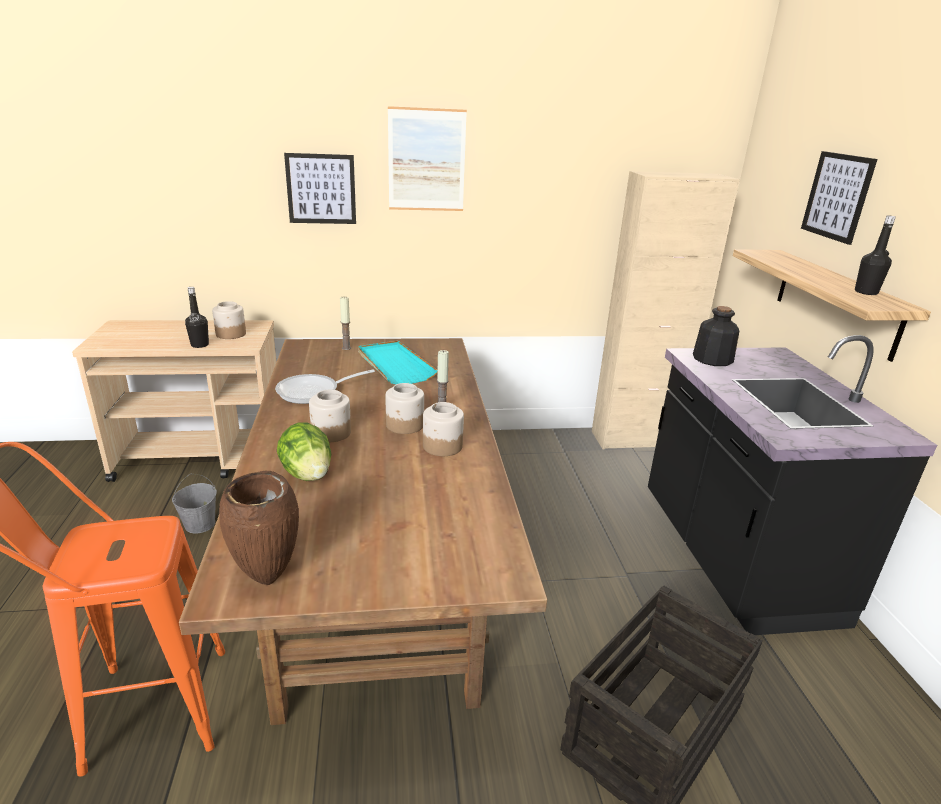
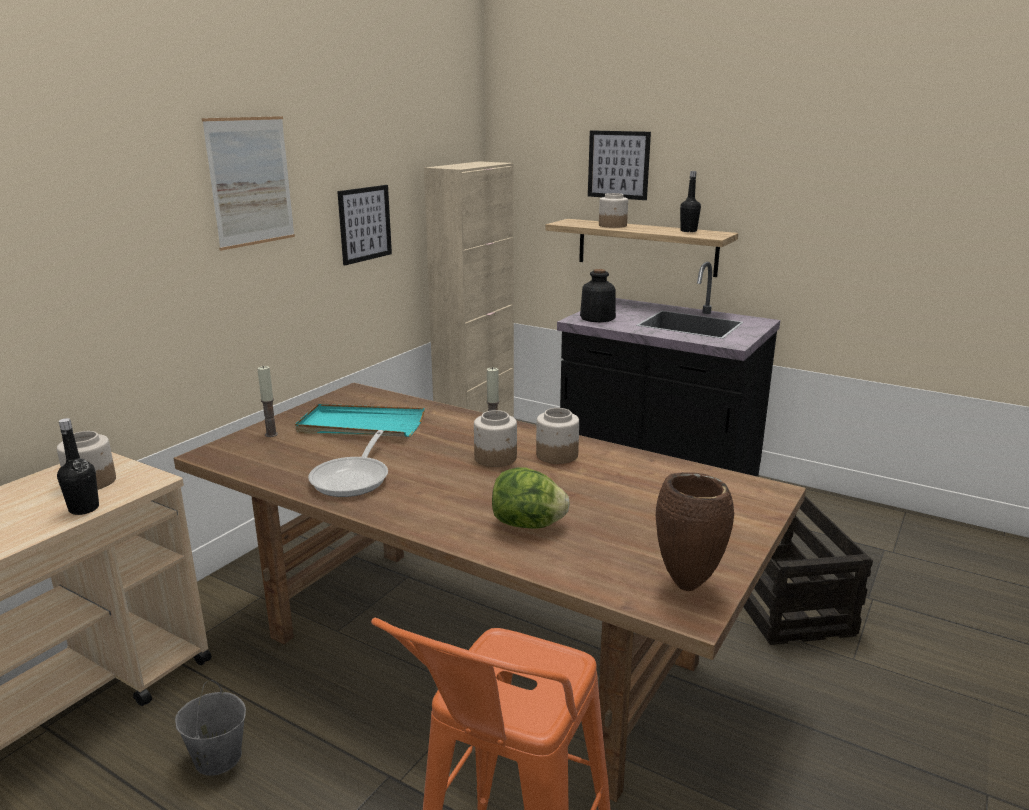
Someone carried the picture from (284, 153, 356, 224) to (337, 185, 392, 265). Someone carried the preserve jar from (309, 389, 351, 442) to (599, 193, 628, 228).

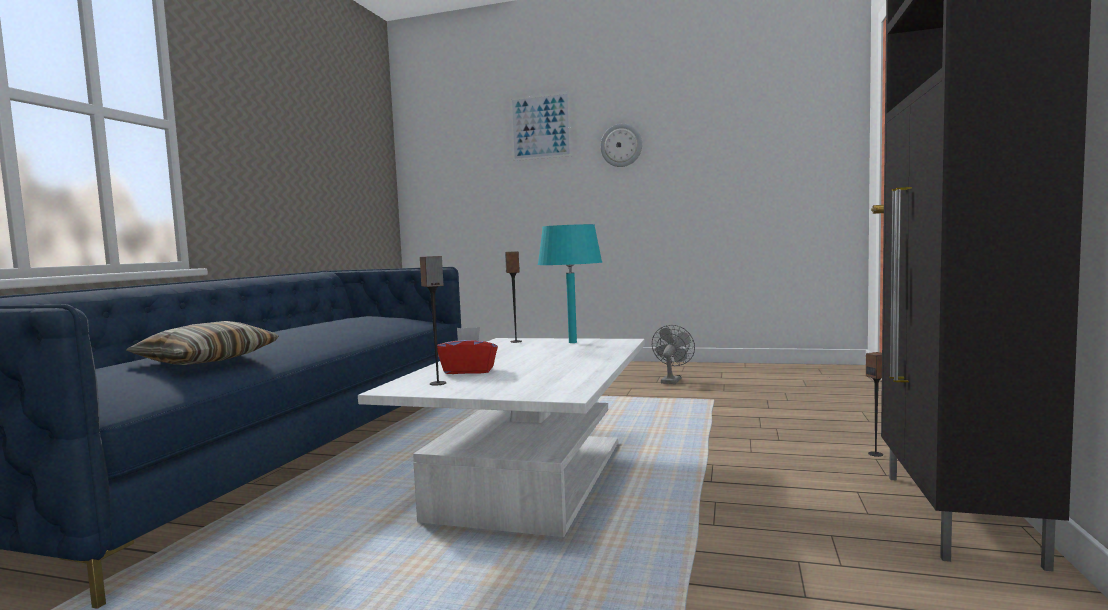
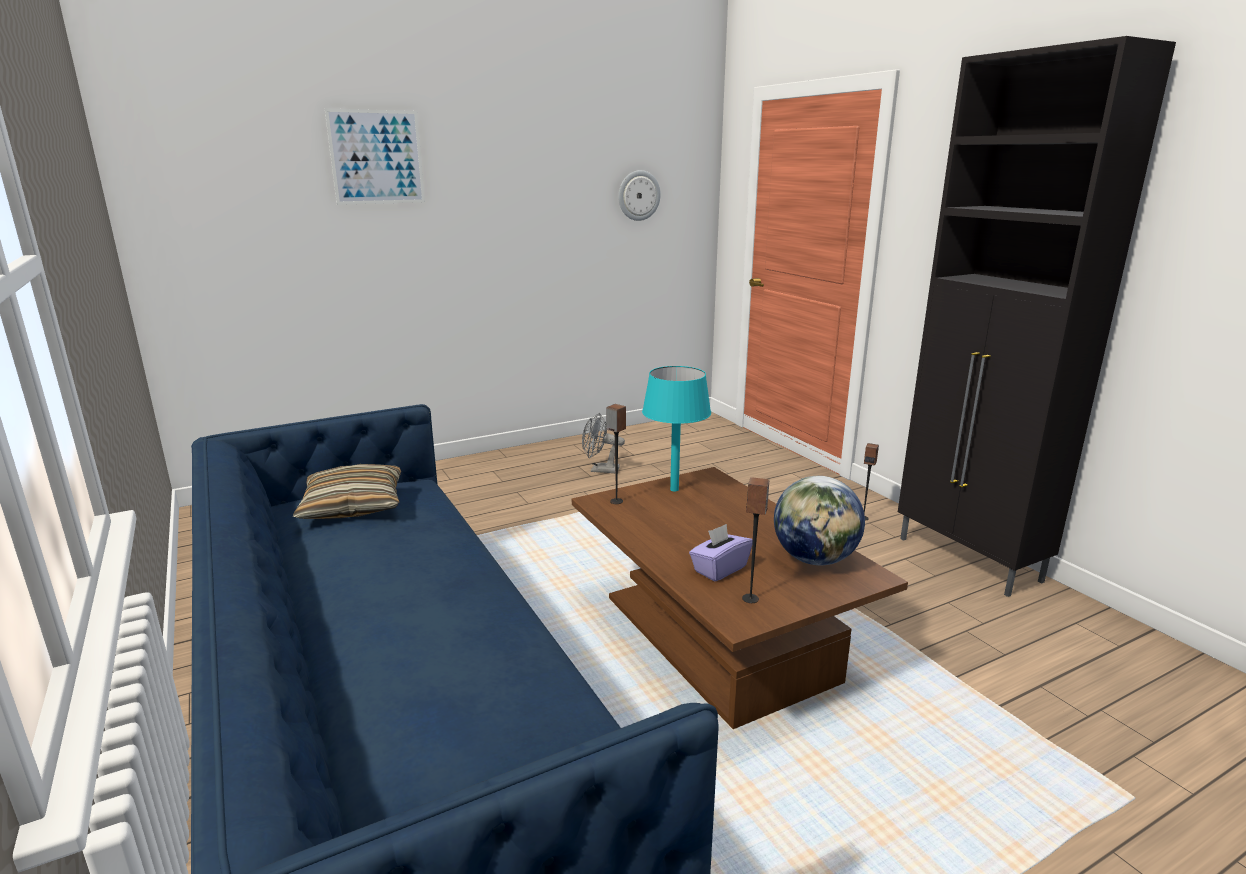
Someone carried the wall clock from (600, 124, 642, 167) to (618, 170, 661, 221). Someone carried the pillow from (126, 321, 279, 365) to (293, 464, 401, 519). Someone rotated the greyish cooling fan at (652, 325, 695, 384) by 60 degrees counterclockwise. Someone repainted the red tissue holder at (437, 327, 498, 374), which became the purple-coloured tissue holder at (689, 524, 753, 581). Someone repainted the white coffee table at (358, 338, 645, 537), which became the brown-coloured coffee table at (572, 467, 908, 729). Someone put down the desk globe at (774, 476, 865, 565).

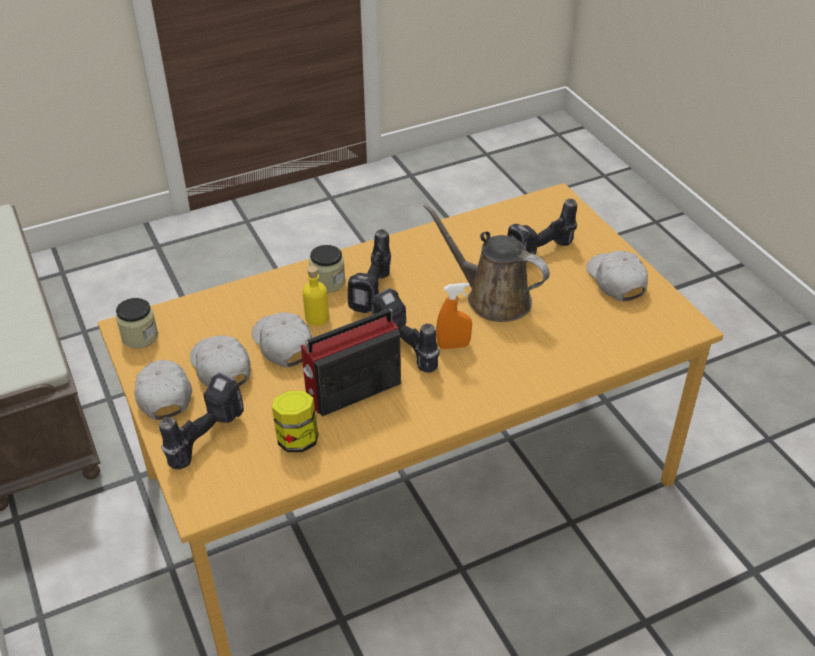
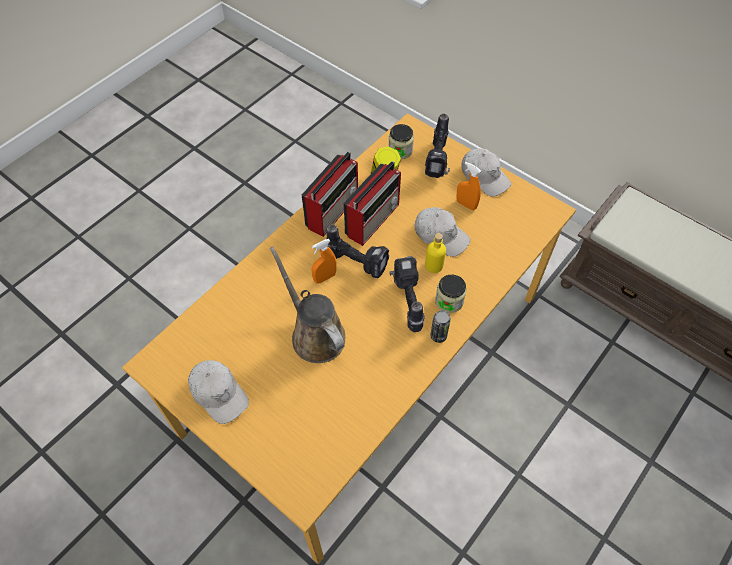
Someone took away the electric drill at (507, 199, 577, 263). Someone rotated the brown-coloured watering pot at (423, 203, 550, 322) by 135 degrees counterclockwise. Someone carried the preserve jar from (116, 298, 158, 349) to (389, 124, 414, 159). Someone swapped the white cap at (190, 335, 251, 387) for the orangey spray bottle at (456, 162, 481, 210). Someone put down the radio set at (302, 151, 358, 237). Someone put down the metal can at (430, 310, 451, 343).

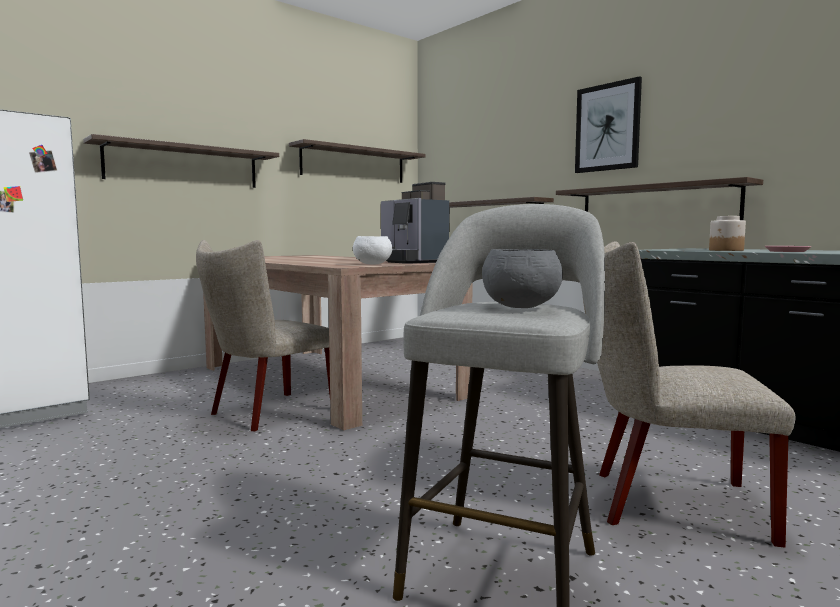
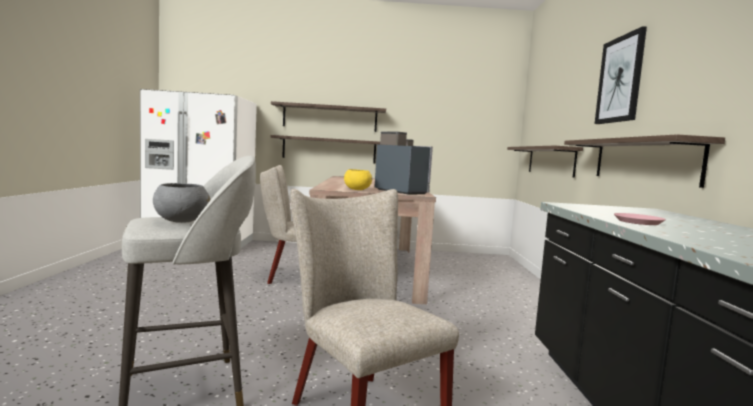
Someone carried the bracket shelf from (289, 139, 426, 183) to (270, 135, 380, 163). Someone rotated the coffee machine at (381, 182, 449, 264) by 135 degrees clockwise. Someone took away the preserve jar at (709, 216, 746, 251). Someone repainted the white serving bowl at (353, 236, 392, 264), which became the yellow-coloured serving bowl at (344, 169, 372, 190).

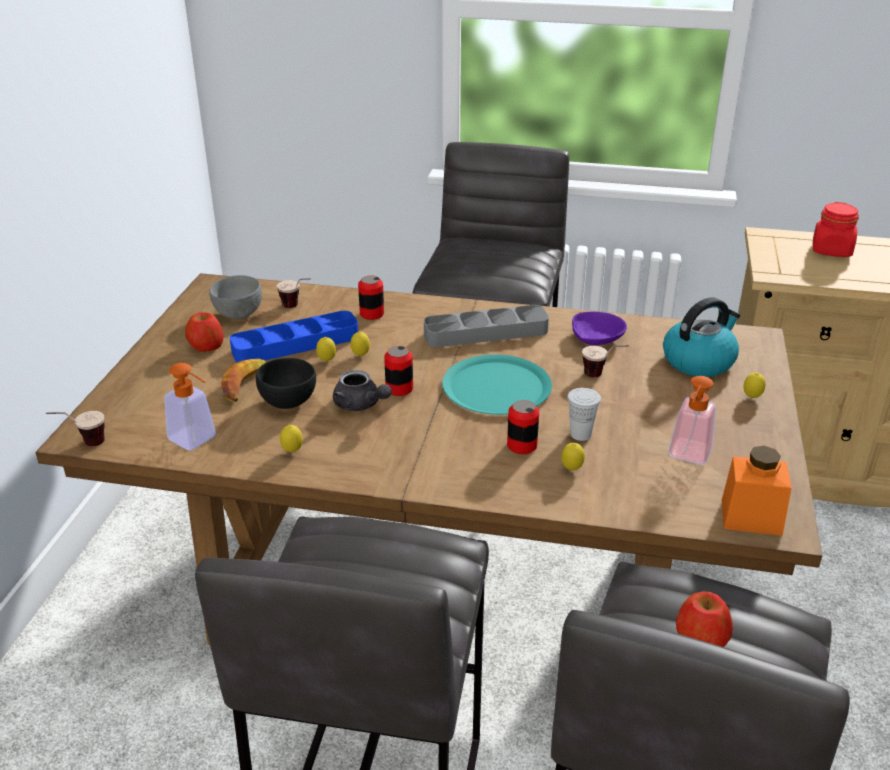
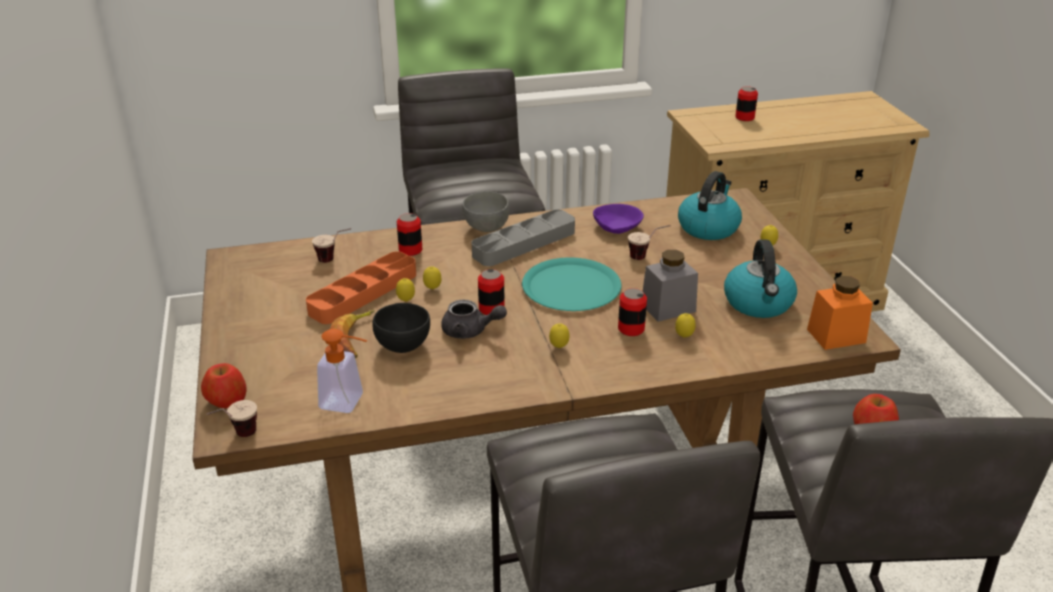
Someone swapped the red preserve jar at (813, 202, 859, 257) for the metal can at (735, 86, 758, 121). Someone carried the greyish serving bowl from (210, 275, 262, 319) to (462, 192, 510, 232). Someone repainted the blue-coloured tray at (230, 311, 358, 363), which became the orangey tray at (306, 251, 416, 324). Someone carried the whole apple from (185, 312, 224, 352) to (201, 363, 247, 408). Someone swapped the liquid soap bottle at (669, 376, 716, 464) for the kettle at (724, 239, 797, 318). Someone swapped the white cup at (567, 388, 601, 441) for the greyish preserve jar at (643, 250, 698, 322). Someone carried the citrus fruit from (280, 425, 303, 452) to (549, 323, 570, 348).

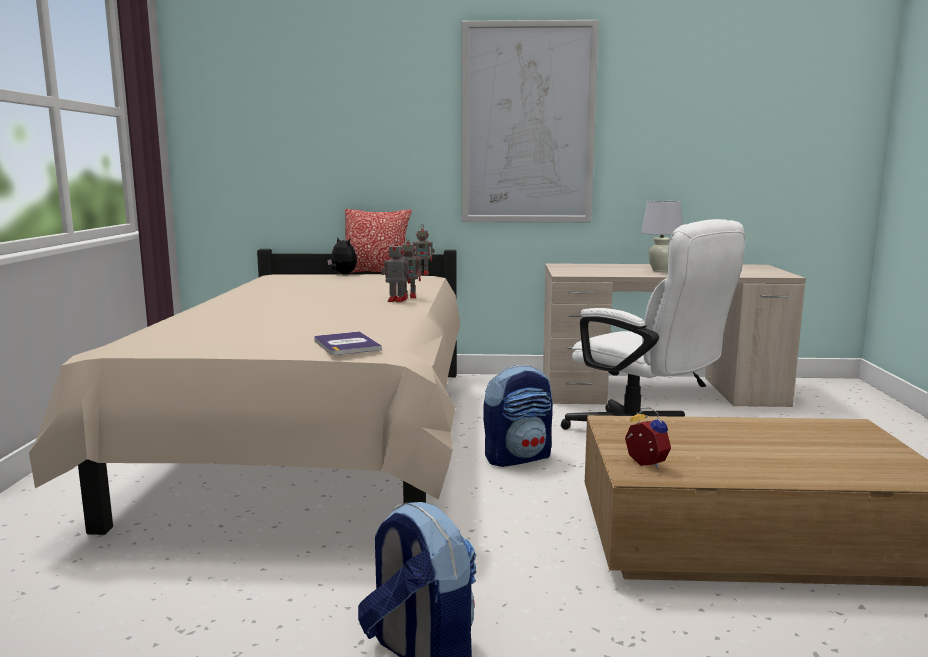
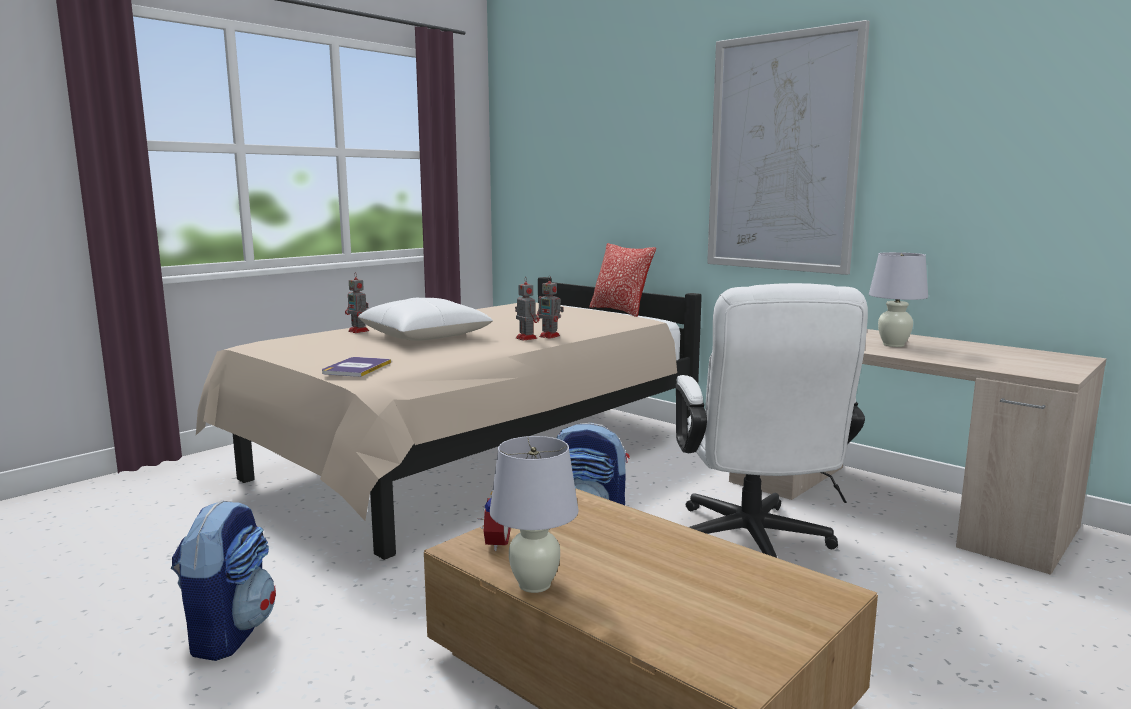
Someone carried the toy robot from (412, 224, 435, 275) to (345, 272, 369, 333). Someone took away the cuddly toy at (327, 238, 357, 274). Someone put down the white pillow at (358, 298, 493, 341). Someone put down the white lamp for a table at (490, 436, 579, 593).

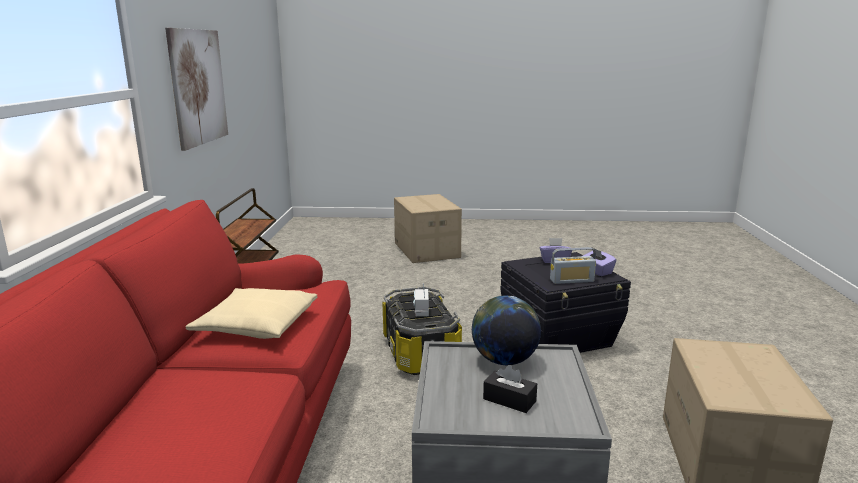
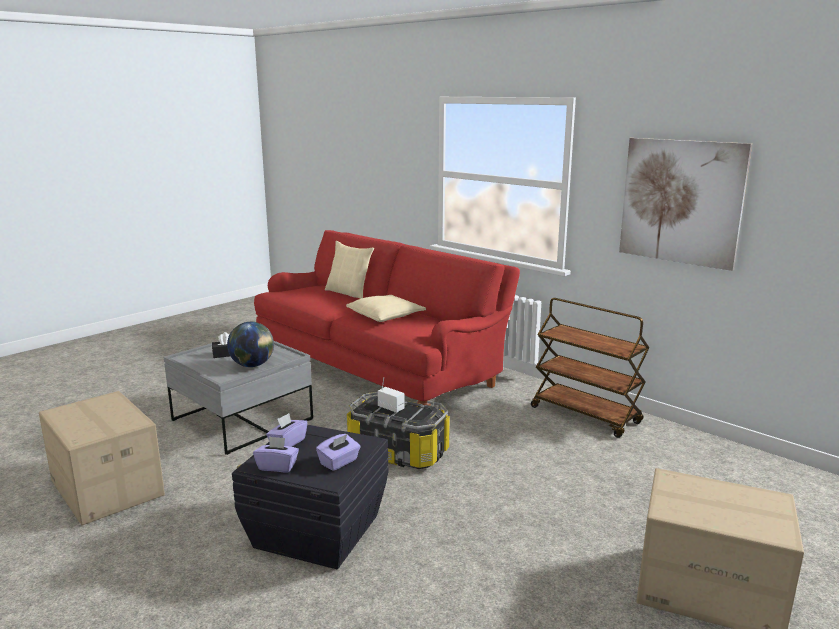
Someone swapped the radio set at (550, 247, 596, 284) for the purple-coloured tissue holder at (266, 413, 307, 447). Someone put down the beige pillow at (325, 241, 374, 299).

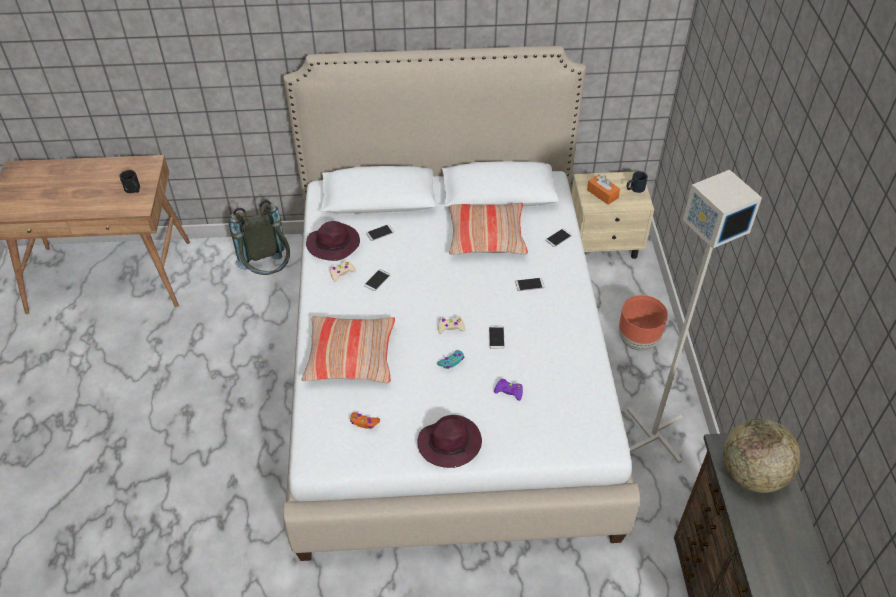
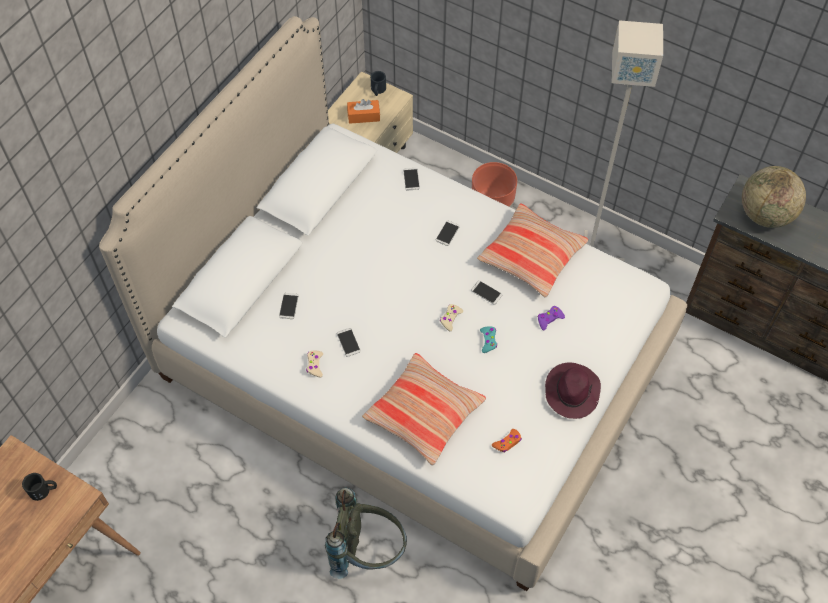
Someone carried the greyish knapsack from (229, 200, 290, 275) to (325, 488, 407, 579). Someone carried the pillow from (449, 203, 528, 255) to (477, 203, 588, 298). Someone took away the purple-coloured clothing hat at (306, 221, 360, 261).

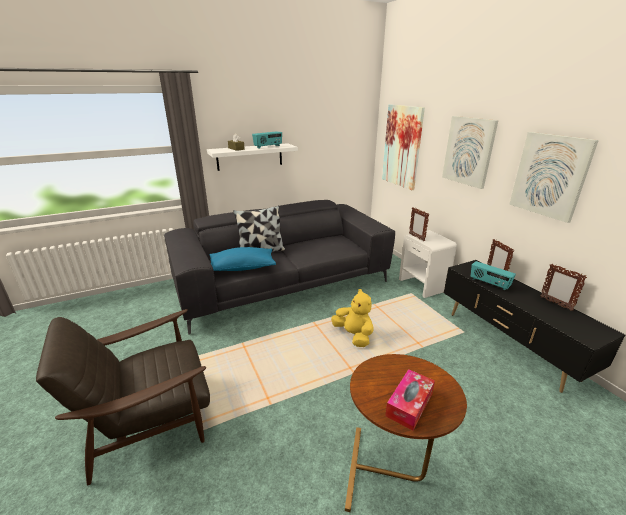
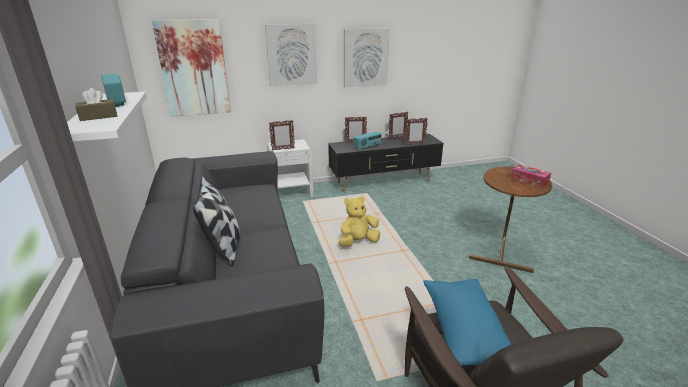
Someone carried the blue-coloured pillow from (210, 247, 276, 271) to (423, 279, 511, 366). Someone put down the picture frame at (405, 117, 428, 145).

